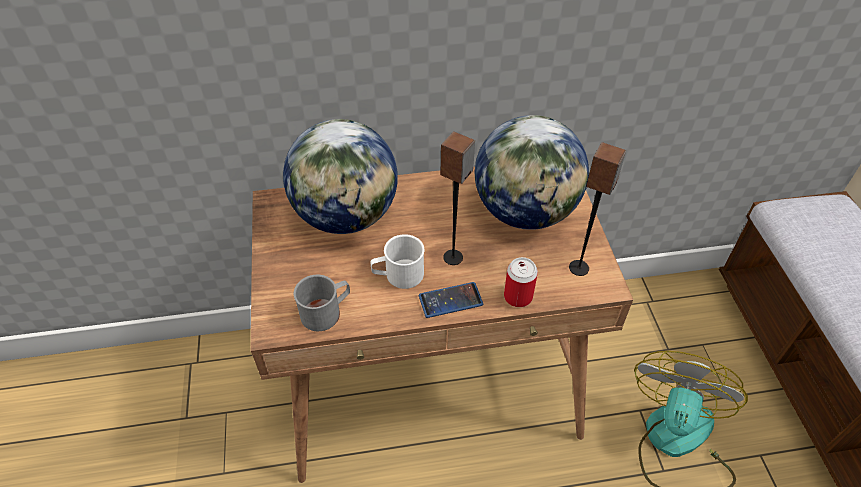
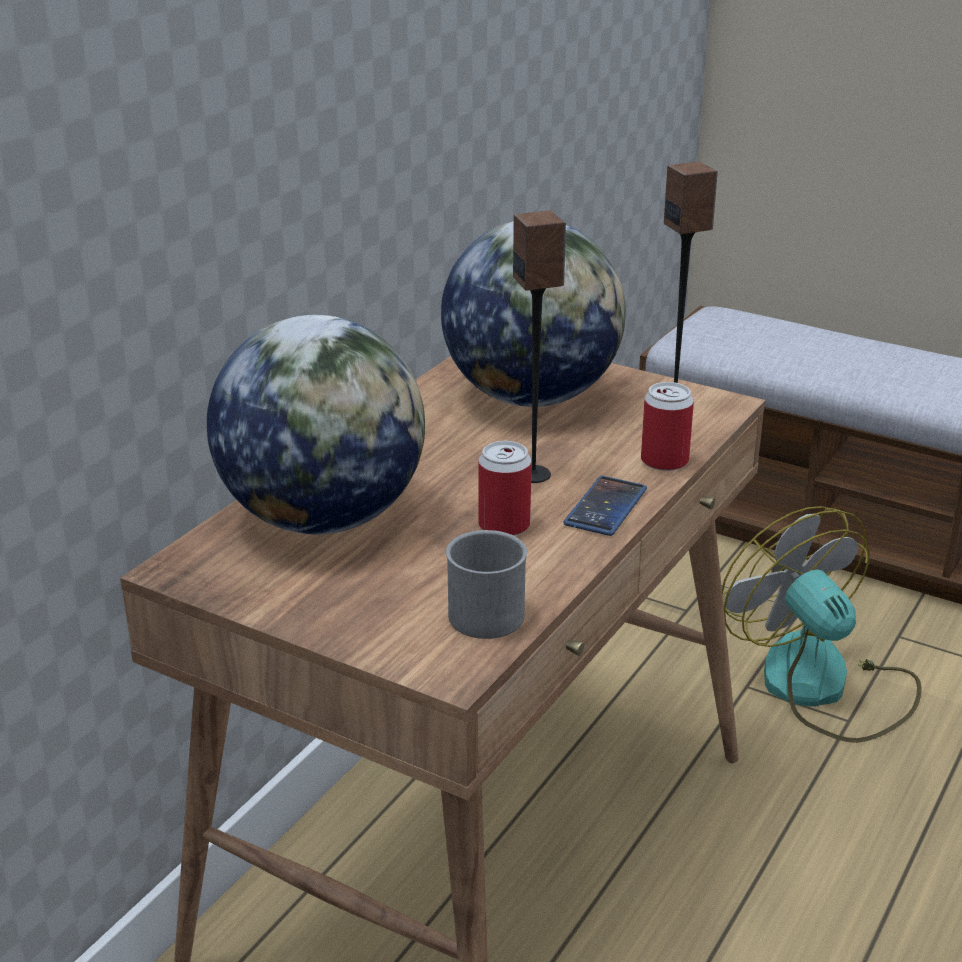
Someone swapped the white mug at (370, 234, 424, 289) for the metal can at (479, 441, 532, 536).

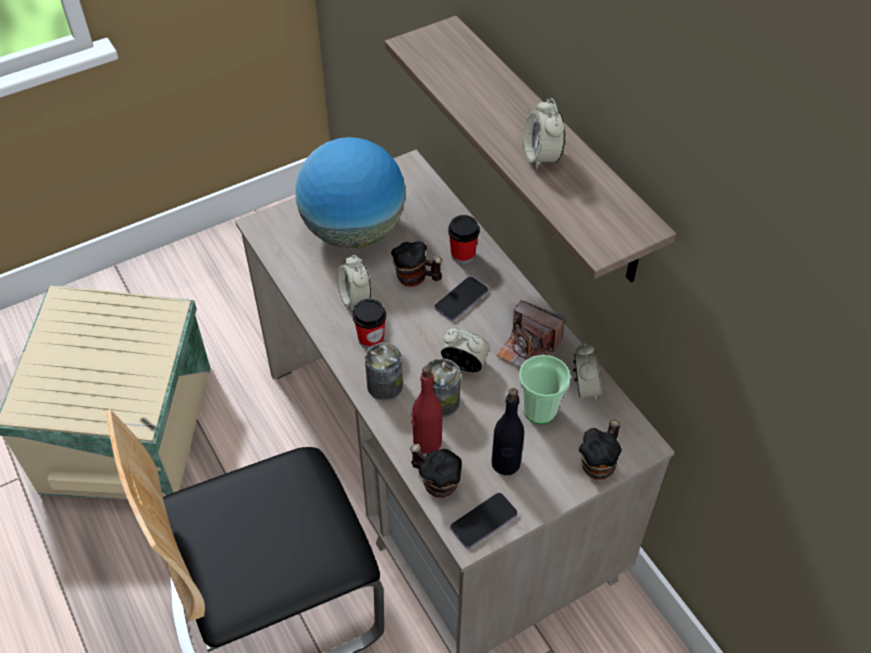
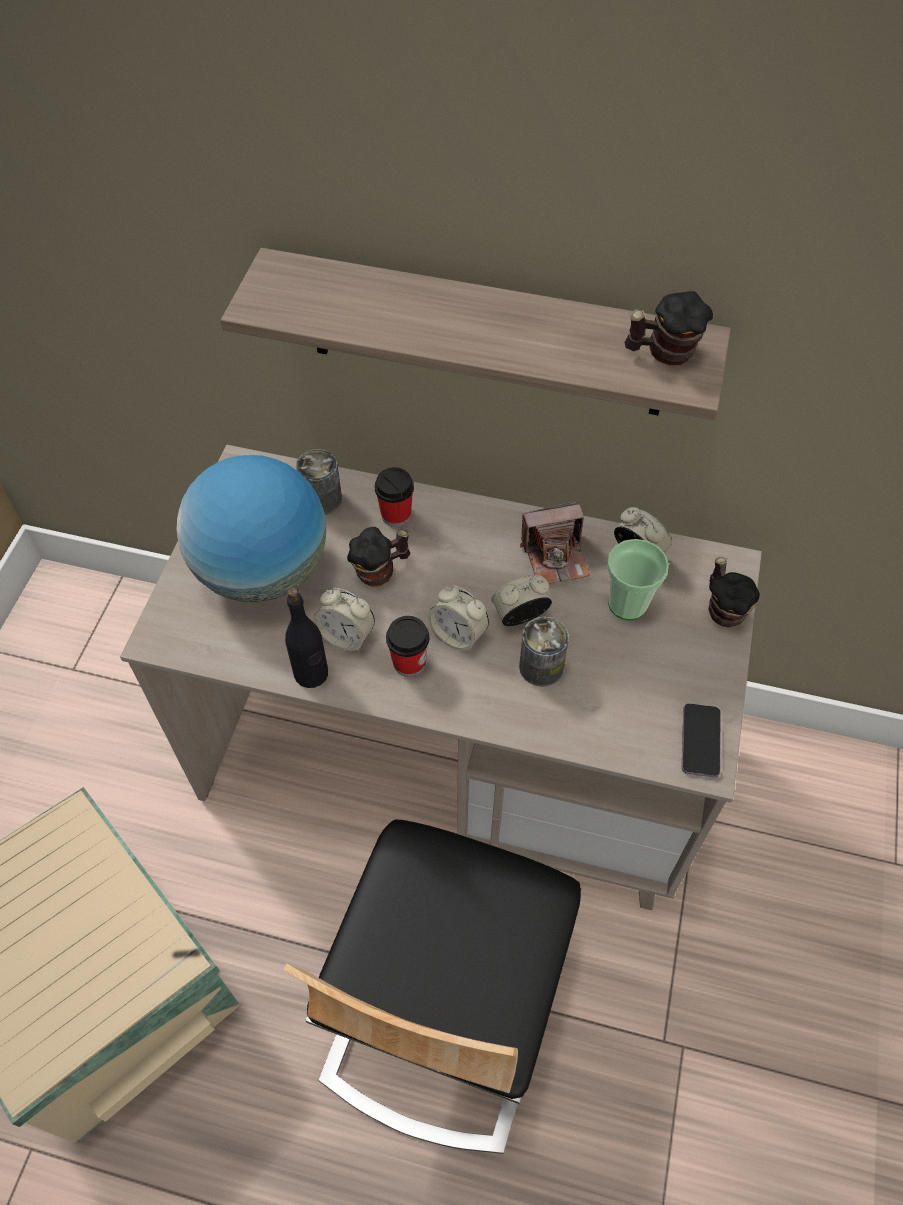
Someone carried the alarm clock from (523, 98, 565, 170) to (428, 586, 489, 652). Someone took away the telephone at (434, 277, 488, 321). Someone carried the metal can from (365, 343, 403, 400) to (296, 449, 342, 515). Someone took away the red beverage bottle at (411, 366, 442, 454). Someone carried the black-coloured beverage bottle from (492, 388, 524, 475) to (285, 587, 328, 688). Someone carried the mug from (410, 444, 462, 498) to (624, 291, 713, 366).

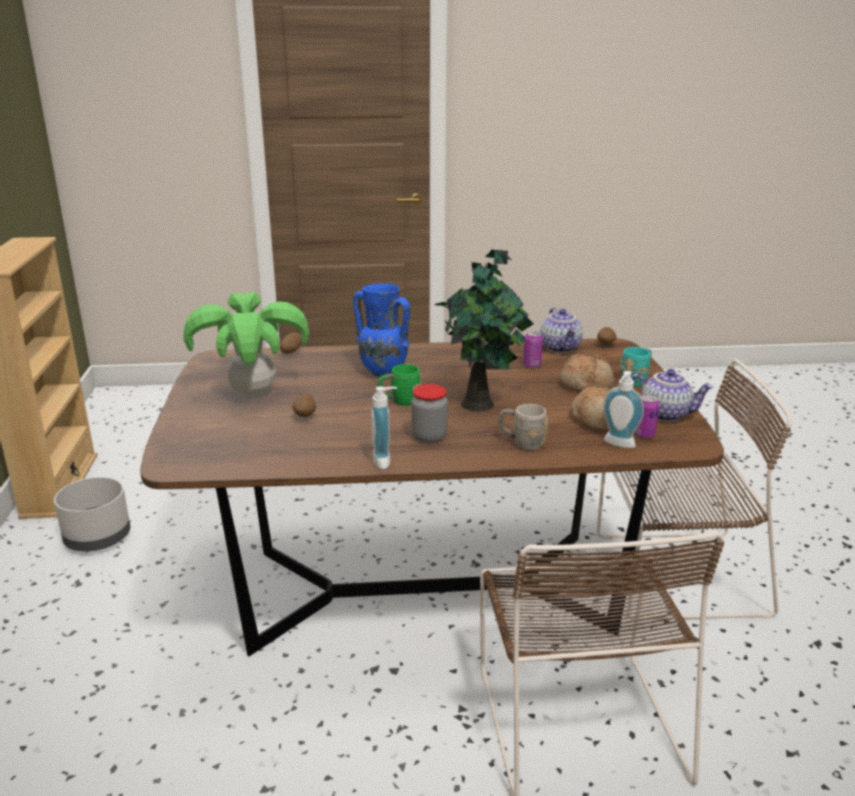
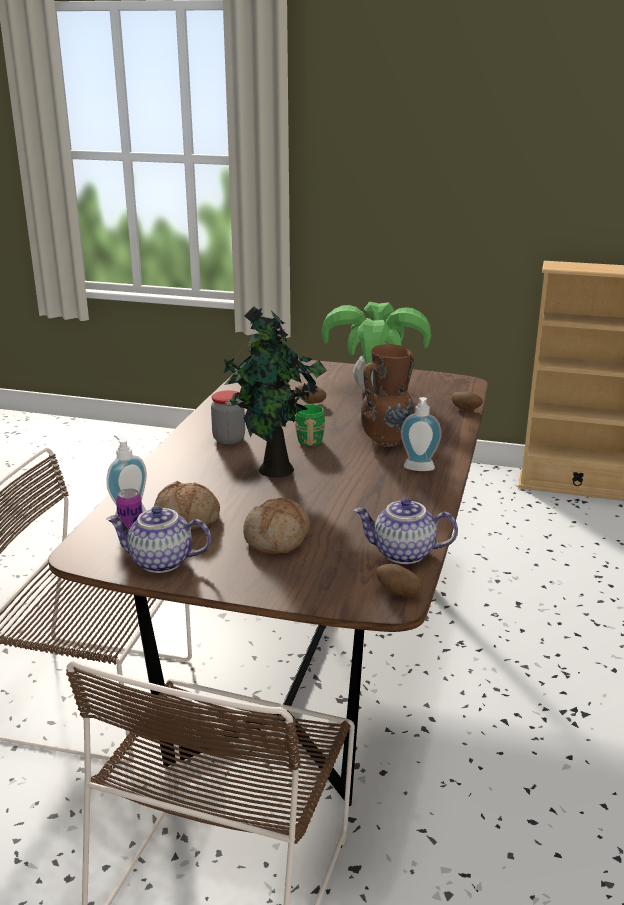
Someone repainted the blue-coloured decorative vase at (353, 283, 410, 377), which became the brown-coloured decorative vase at (361, 344, 414, 447). Someone took away the metal can at (523, 331, 543, 368). Someone took away the blue-green mug at (620, 347, 651, 386). Someone rotated the tea pot at (630, 369, 714, 422) by 60 degrees clockwise. Someone carried the liquid soap bottle from (371, 386, 397, 469) to (401, 397, 442, 471). Someone took away the greyish mug at (499, 404, 548, 450). Someone took away the greyish plant pot at (54, 477, 130, 551).

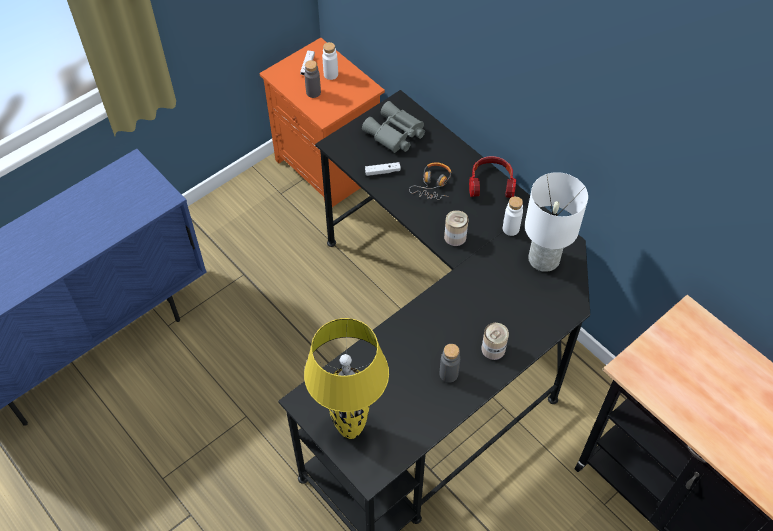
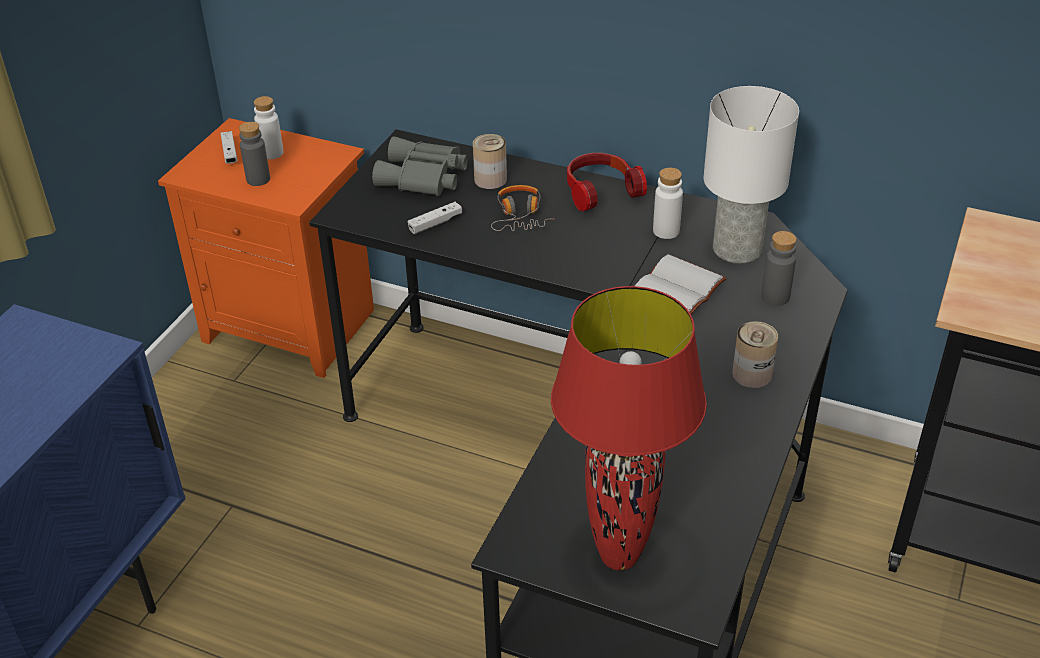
Someone carried the metal can from (444, 210, 468, 246) to (473, 134, 507, 189). Someone repainted the yellow-coloured lamp for a table at (304, 318, 389, 439), which became the red lamp for a table at (551, 286, 707, 571). Someone carried the greyish beverage bottle from (439, 344, 460, 383) to (761, 231, 797, 306). Someone put down the white volume at (635, 254, 727, 315).

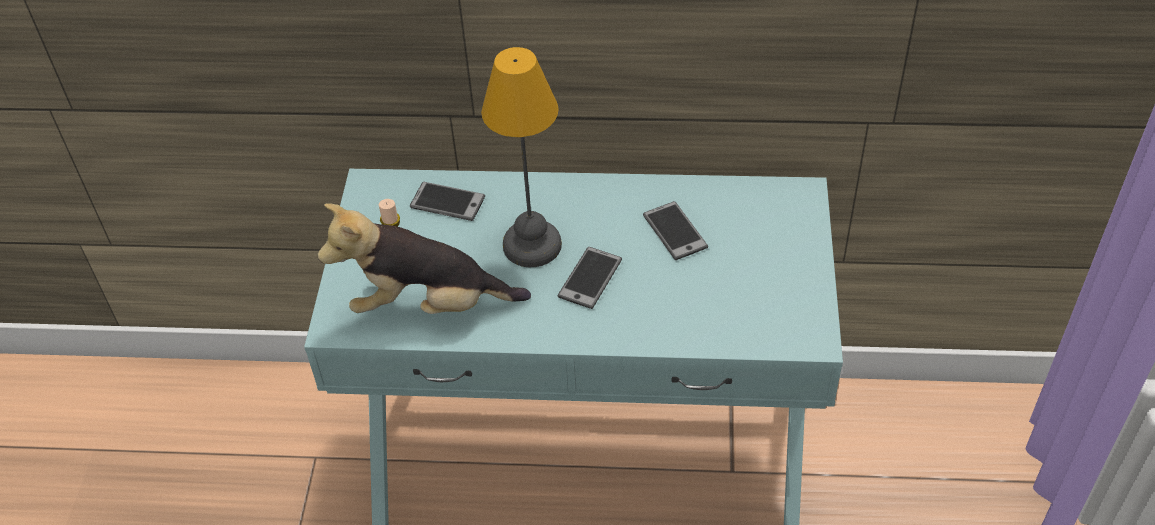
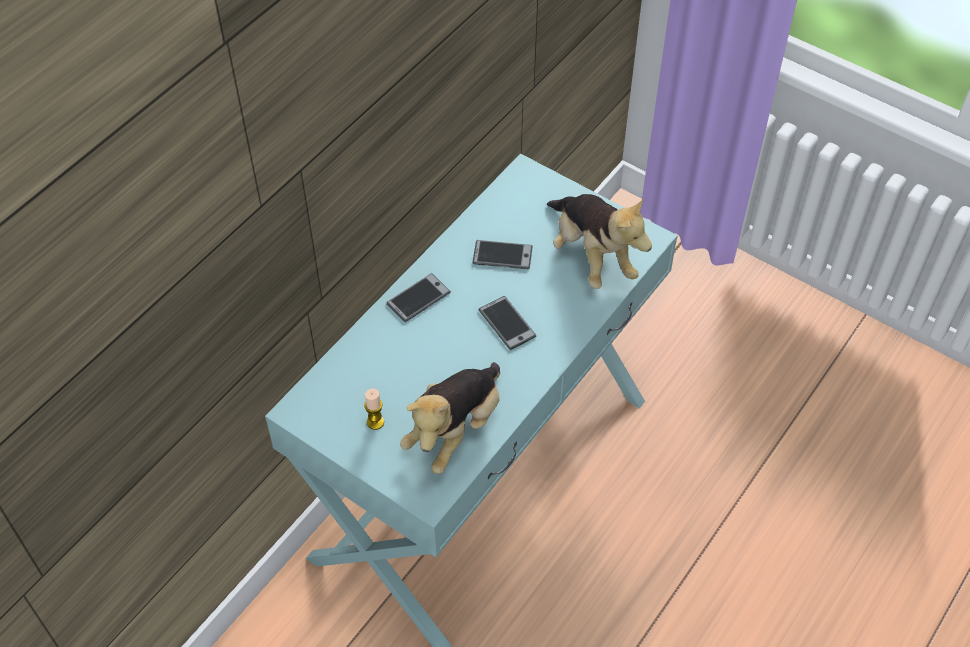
Someone took away the lamp for a table at (481, 47, 562, 267). Someone carried the telephone from (410, 182, 485, 221) to (386, 273, 451, 322). Someone put down the cuddly toy at (547, 194, 652, 289).

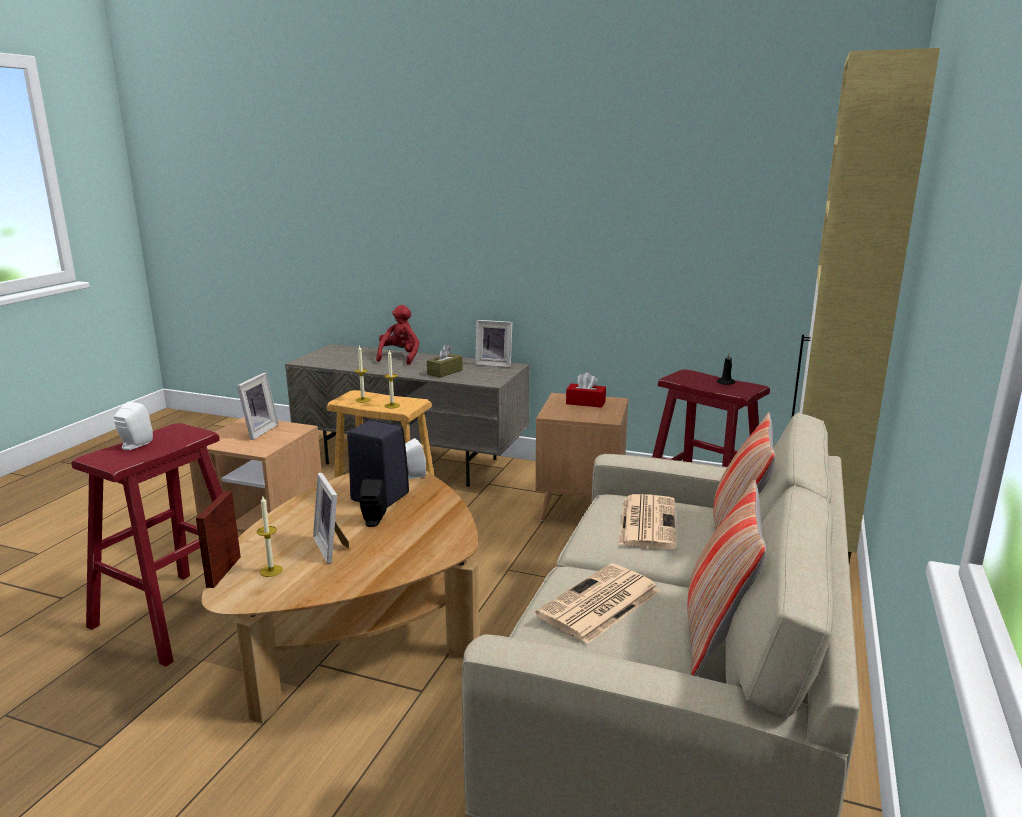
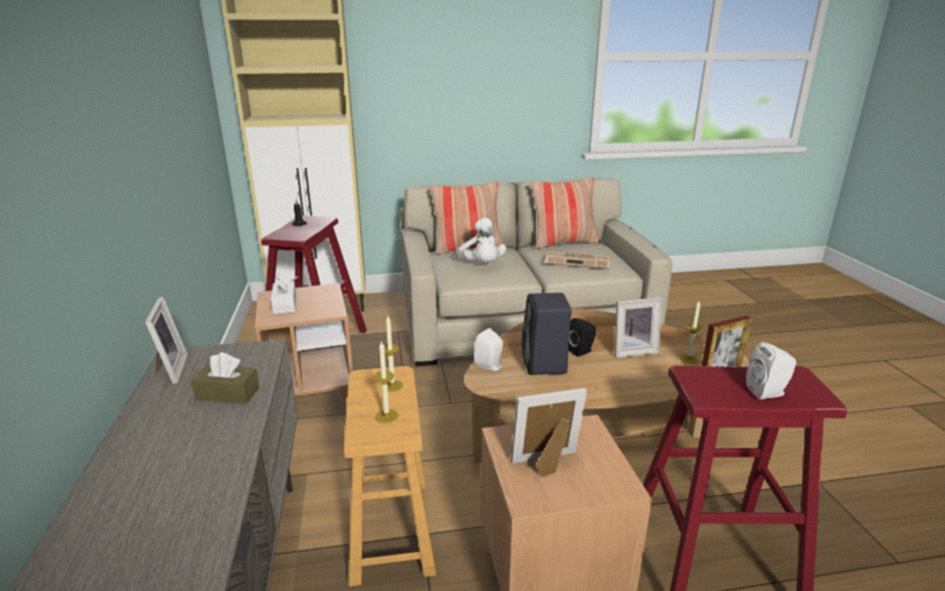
Someone took away the red cuddly toy at (376, 305, 419, 365). Someone repainted the red tissue holder at (566, 372, 606, 408), which became the white tissue holder at (271, 274, 296, 314). Someone rotated the picture frame at (313, 473, 349, 563) by 45 degrees clockwise. Someone swapped the newspaper at (619, 494, 676, 549) for the white cuddly toy at (455, 218, 506, 262).

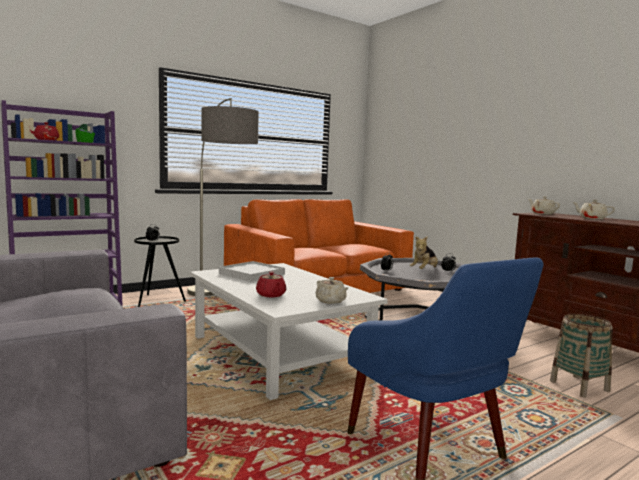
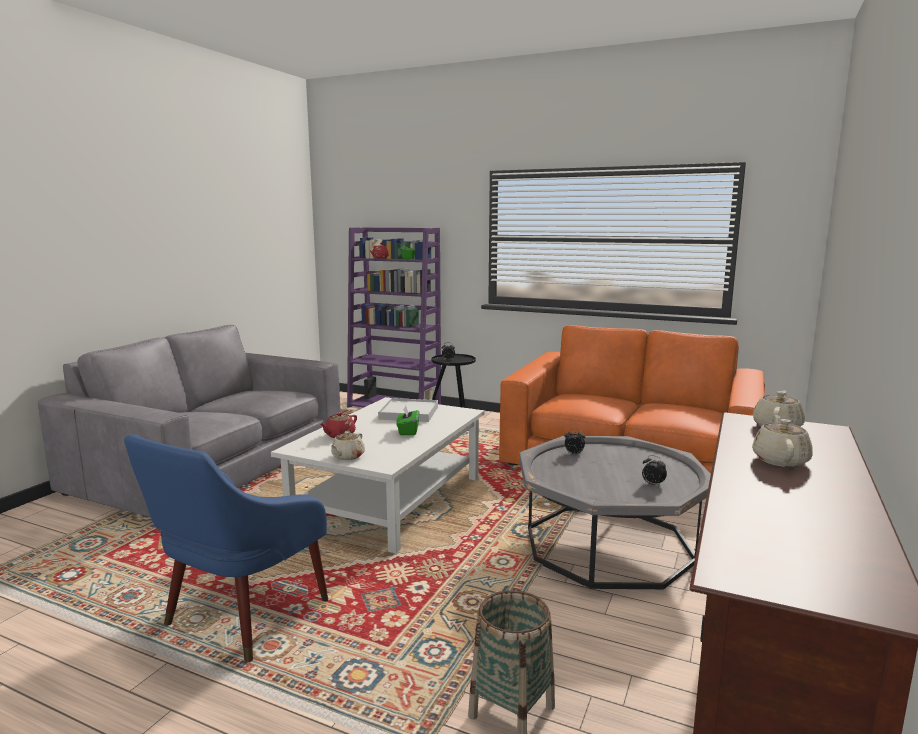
Someone took away the standing lamp at (188, 98, 259, 296). Someone took away the cuddly toy at (410, 236, 438, 269). Someone put down the greenish tissue holder at (396, 405, 419, 435).

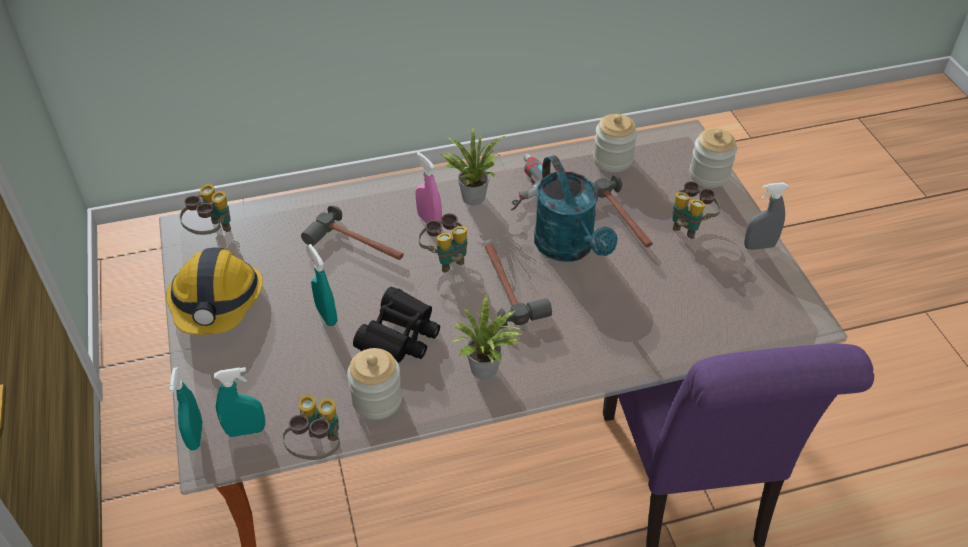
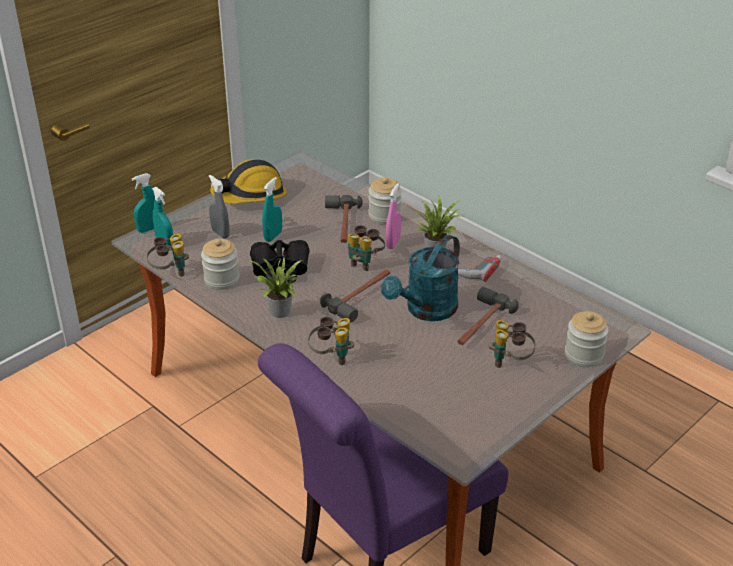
Someone carried the preserve jar from (593, 114, 637, 172) to (368, 177, 402, 224). Someone carried the greyish spray bottle from (744, 182, 789, 250) to (209, 175, 230, 238). Someone carried the field glasses from (180, 184, 231, 235) to (308, 317, 354, 365).

